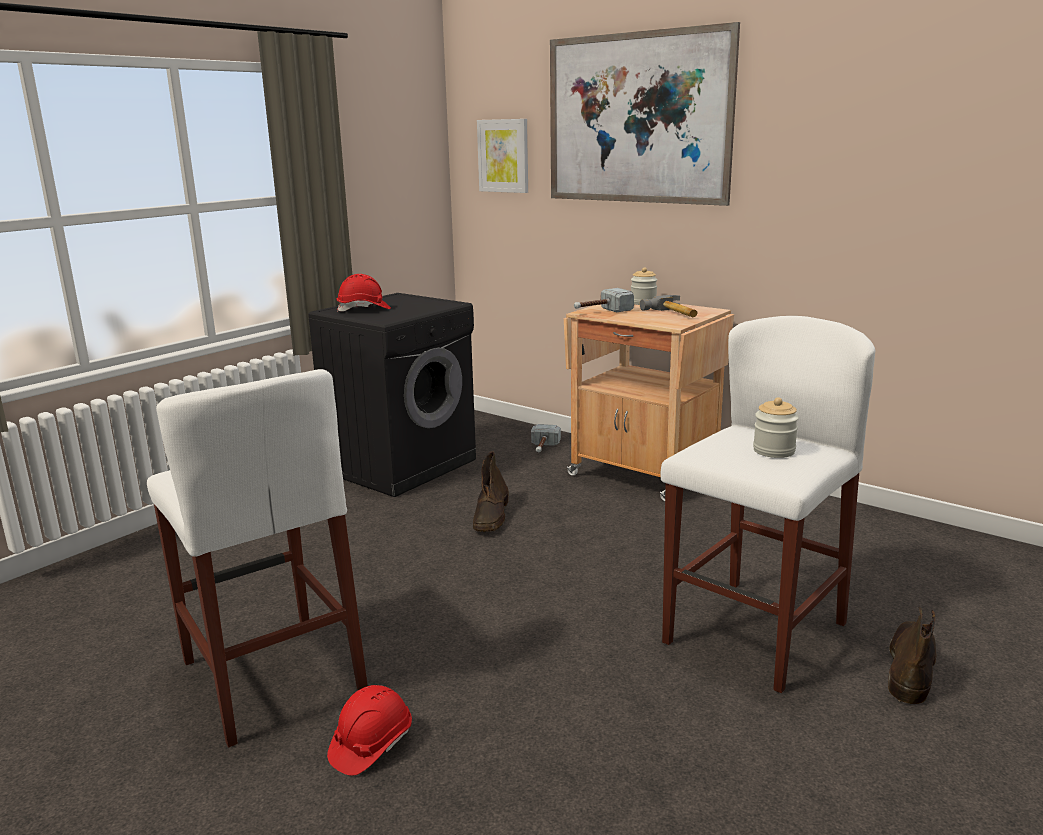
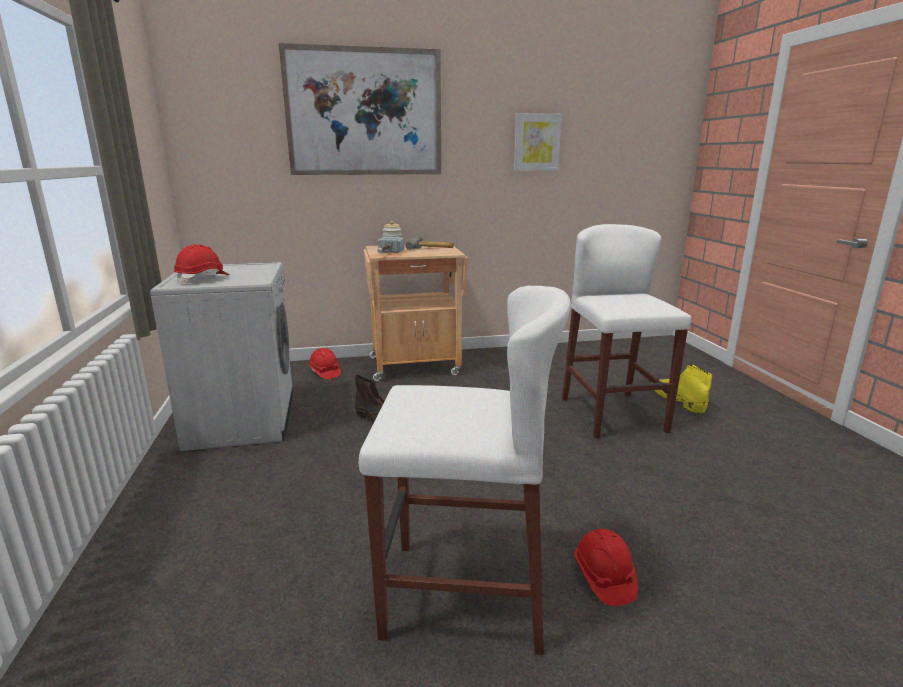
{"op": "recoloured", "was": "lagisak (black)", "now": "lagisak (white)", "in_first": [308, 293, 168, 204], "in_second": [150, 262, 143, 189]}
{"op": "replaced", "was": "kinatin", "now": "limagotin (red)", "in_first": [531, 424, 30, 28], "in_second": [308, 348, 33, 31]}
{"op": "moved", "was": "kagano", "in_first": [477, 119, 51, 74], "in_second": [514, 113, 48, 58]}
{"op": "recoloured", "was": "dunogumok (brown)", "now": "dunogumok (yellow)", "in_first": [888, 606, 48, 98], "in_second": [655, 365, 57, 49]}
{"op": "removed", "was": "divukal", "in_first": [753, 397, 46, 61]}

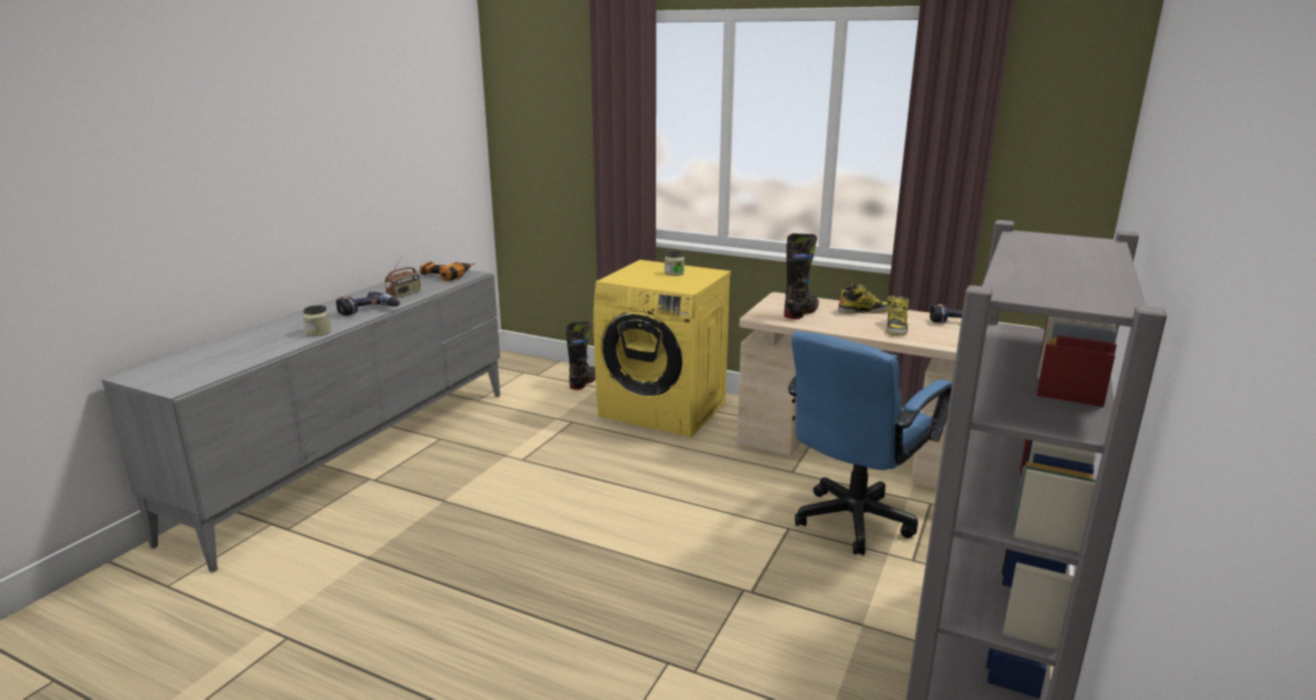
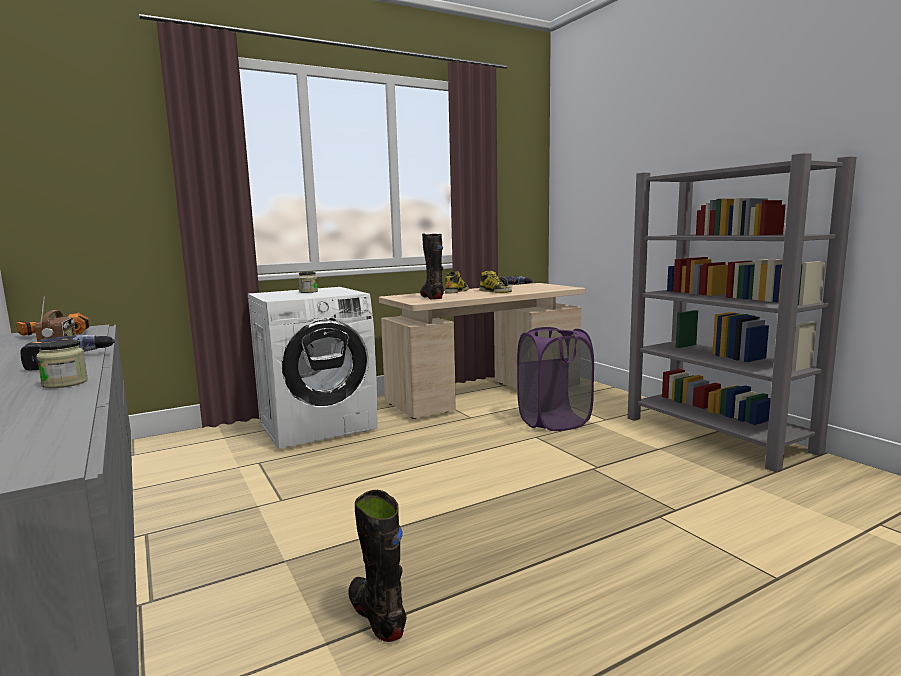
{"op": "recoloured", "was": "lagisak (yellow)", "now": "lagisak (white)", "in_first": [593, 260, 138, 177], "in_second": [248, 287, 130, 162]}
{"op": "moved", "was": "dunogumok (black)", "in_first": [566, 322, 30, 68], "in_second": [348, 490, 59, 152]}
{"op": "replaced", "was": "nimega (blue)", "now": "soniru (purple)", "in_first": [788, 331, 164, 224], "in_second": [517, 327, 77, 104]}

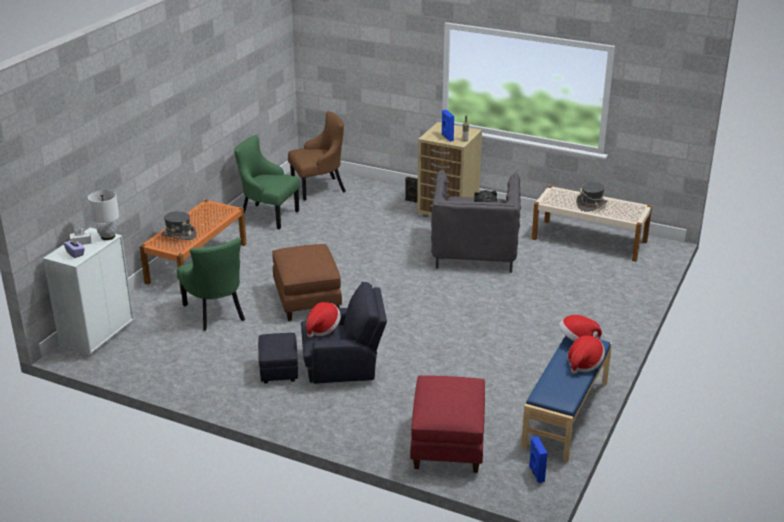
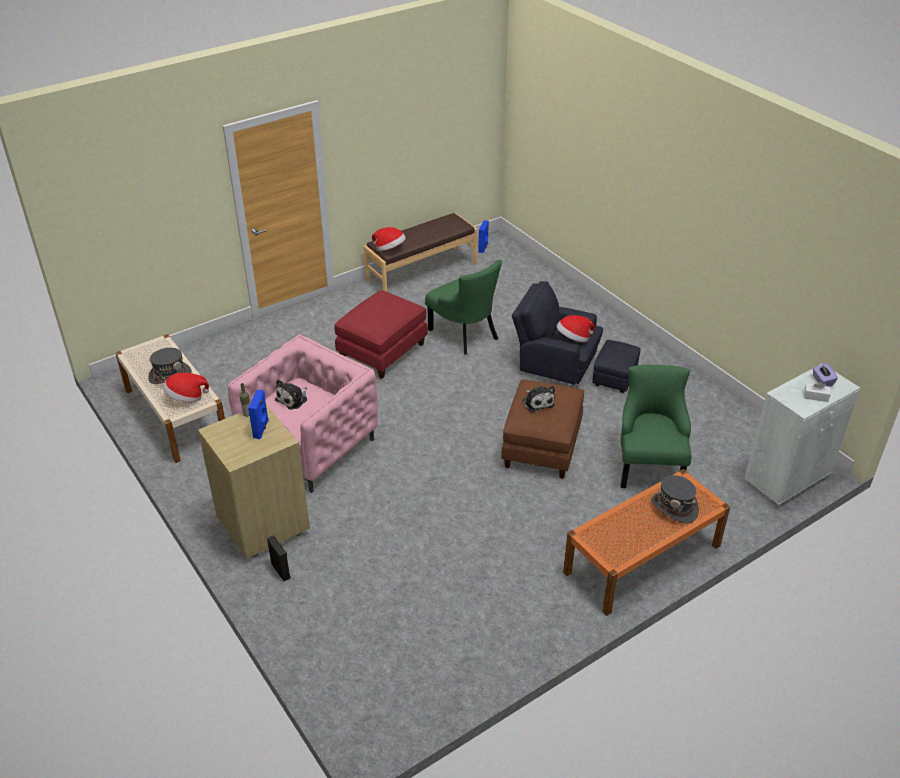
{"op": "moved", "was": "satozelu", "in_first": [568, 335, 37, 39], "in_second": [163, 373, 46, 30]}
{"op": "recoloured", "was": "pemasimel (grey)", "now": "pemasimel (pink)", "in_first": [431, 169, 90, 104], "in_second": [228, 335, 150, 158]}
{"op": "moved", "was": "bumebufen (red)", "in_first": [410, 375, 75, 98], "in_second": [334, 290, 94, 89]}
{"op": "recoloured", "was": "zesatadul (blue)", "now": "zesatadul (brown)", "in_first": [521, 336, 91, 126], "in_second": [363, 213, 115, 79]}
{"op": "moved", "was": "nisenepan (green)", "in_first": [234, 135, 67, 95], "in_second": [425, 260, 77, 95]}
{"op": "added", "now": "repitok", "in_second": [523, 386, 32, 27]}
{"op": "removed", "was": "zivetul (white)", "in_first": [88, 190, 31, 50]}
{"op": "removed", "was": "nisenepan (brown)", "in_first": [288, 111, 58, 90]}

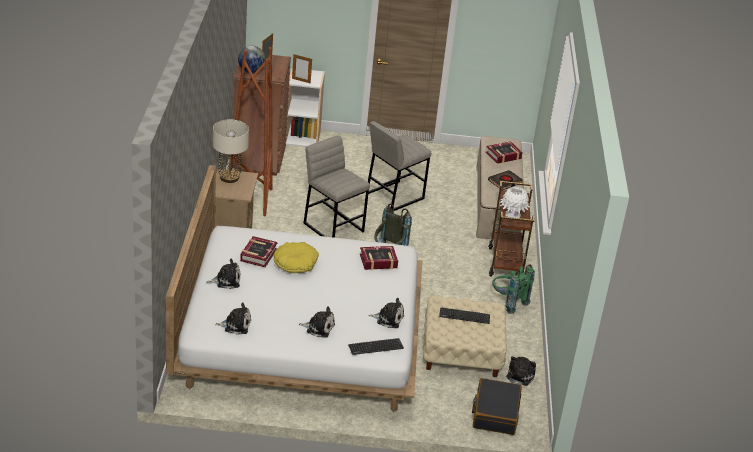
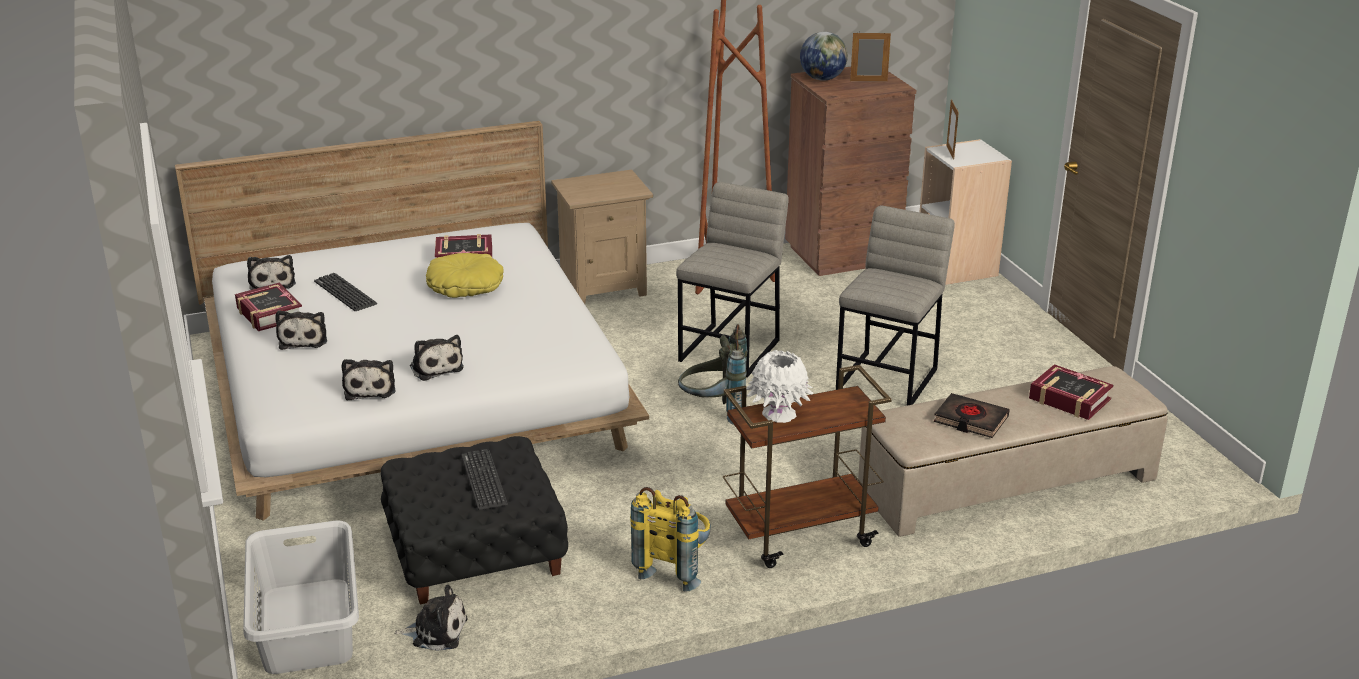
{"op": "moved", "was": "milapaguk", "in_first": [360, 246, 38, 24], "in_second": [235, 283, 67, 48]}
{"op": "replaced", "was": "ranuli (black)", "now": "soniru (grey)", "in_first": [472, 378, 50, 57], "in_second": [243, 521, 116, 153]}
{"op": "moved", "was": "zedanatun", "in_first": [348, 338, 56, 17], "in_second": [314, 273, 63, 38]}
{"op": "recoloured", "was": "bumebufen (beige)", "now": "bumebufen (black)", "in_first": [423, 295, 84, 82], "in_second": [381, 436, 187, 168]}
{"op": "moved", "was": "repitok", "in_first": [207, 258, 33, 31], "in_second": [410, 335, 54, 46]}
{"op": "recoloured", "was": "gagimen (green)", "now": "gagimen (yellow)", "in_first": [492, 264, 43, 50], "in_second": [630, 487, 81, 105]}
{"op": "turned", "was": "nisenepan (grey)", "in_first": [368, 121, 63, 90], "in_second": [836, 205, 119, 201], "clockwise": 90}
{"op": "removed", "was": "zivetul", "in_first": [213, 119, 36, 64]}

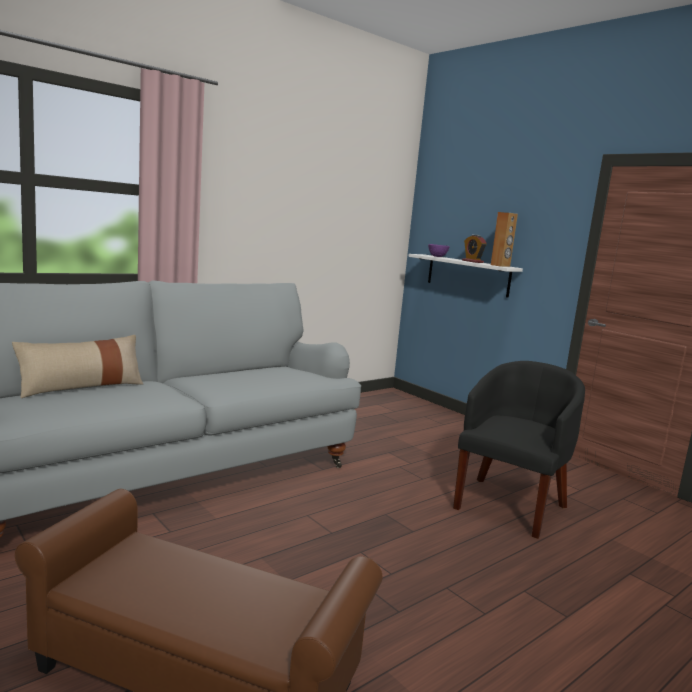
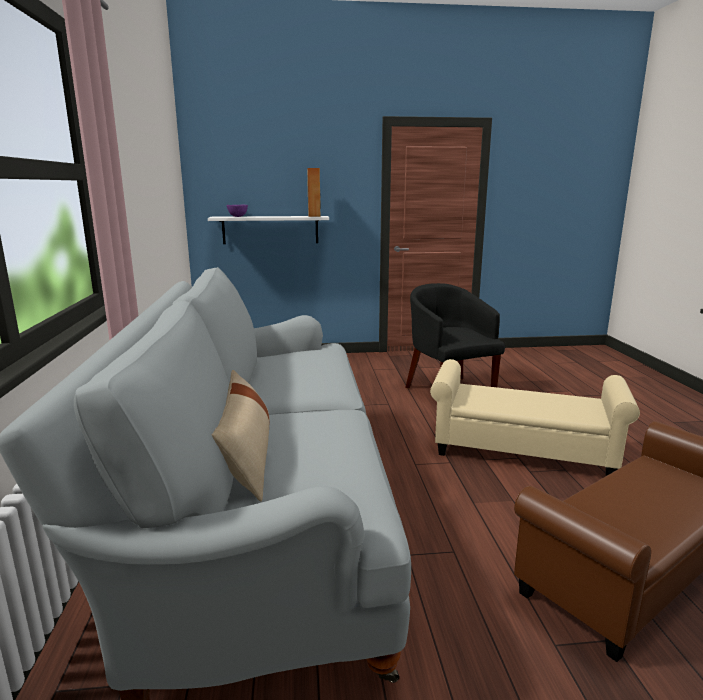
{"op": "added", "now": "bumebufen (beige)", "in_second": [430, 359, 210, 117]}
{"op": "removed", "was": "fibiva", "in_first": [462, 235, 25, 28]}

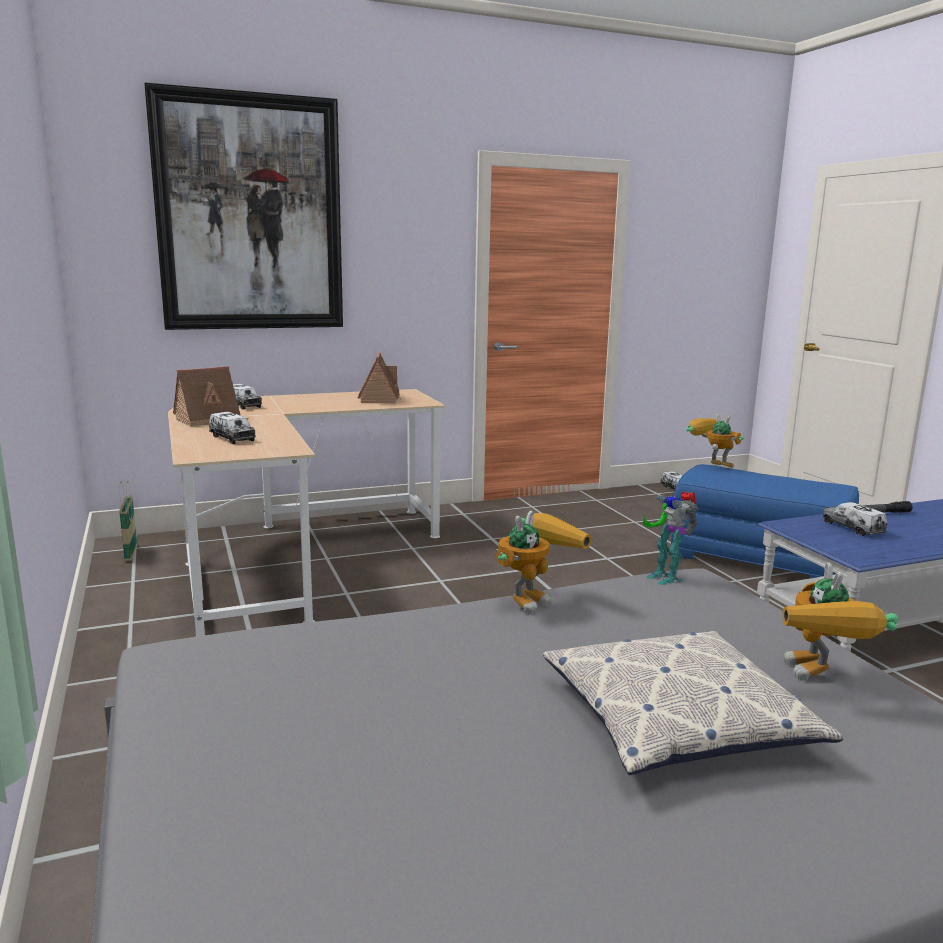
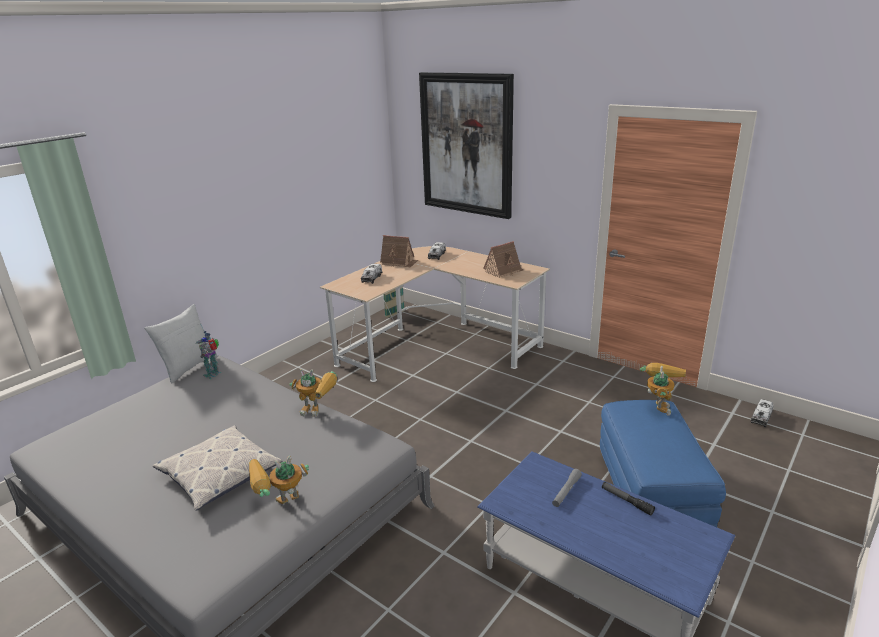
{"op": "added", "now": "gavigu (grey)", "in_second": [144, 304, 74, 80]}
{"op": "moved", "was": "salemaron", "in_first": [643, 492, 56, 93], "in_second": [196, 336, 26, 43]}
{"op": "replaced", "was": "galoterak", "now": "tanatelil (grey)", "in_first": [823, 502, 64, 34], "in_second": [552, 469, 30, 38]}

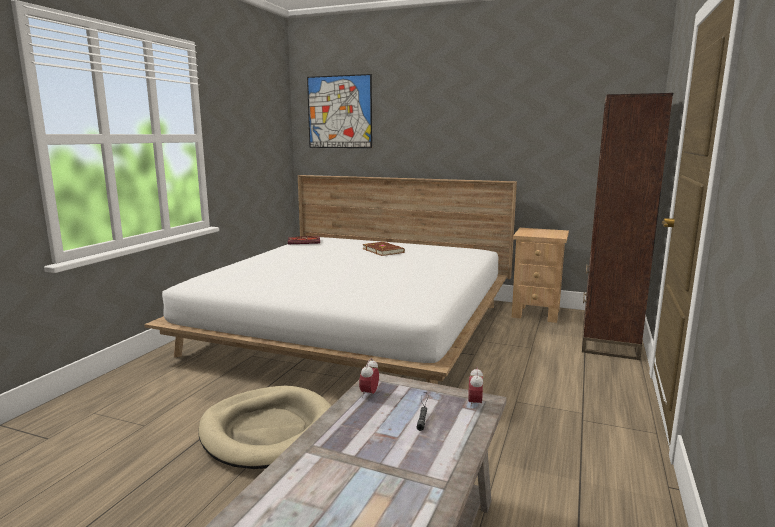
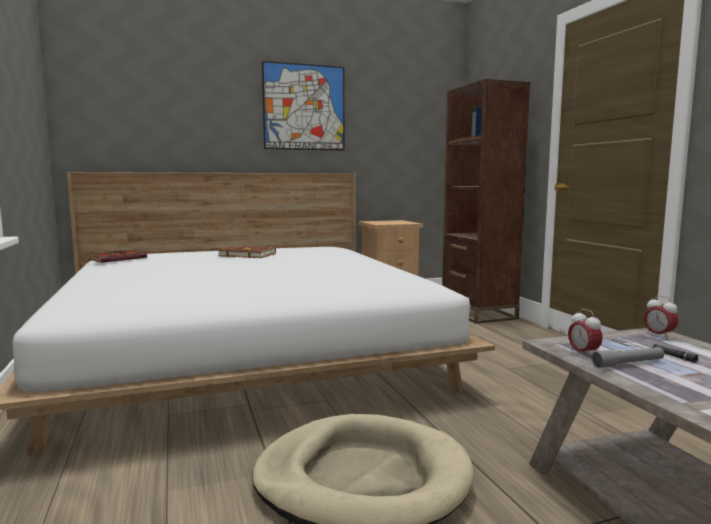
{"op": "moved", "was": "kagano", "in_first": [307, 74, 65, 74], "in_second": [262, 61, 82, 90]}
{"op": "added", "now": "tanatelil (grey)", "in_second": [591, 347, 73, 21]}

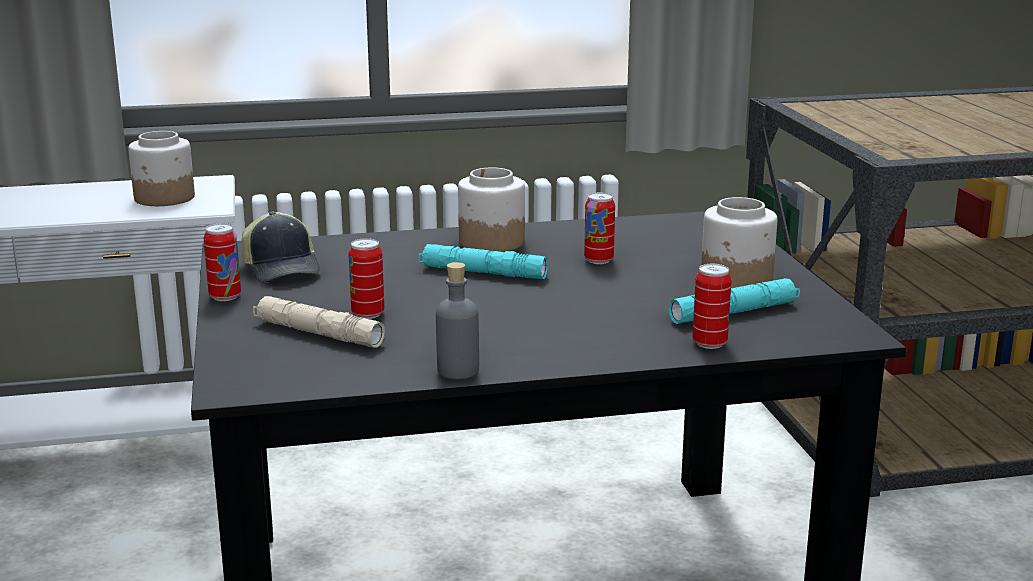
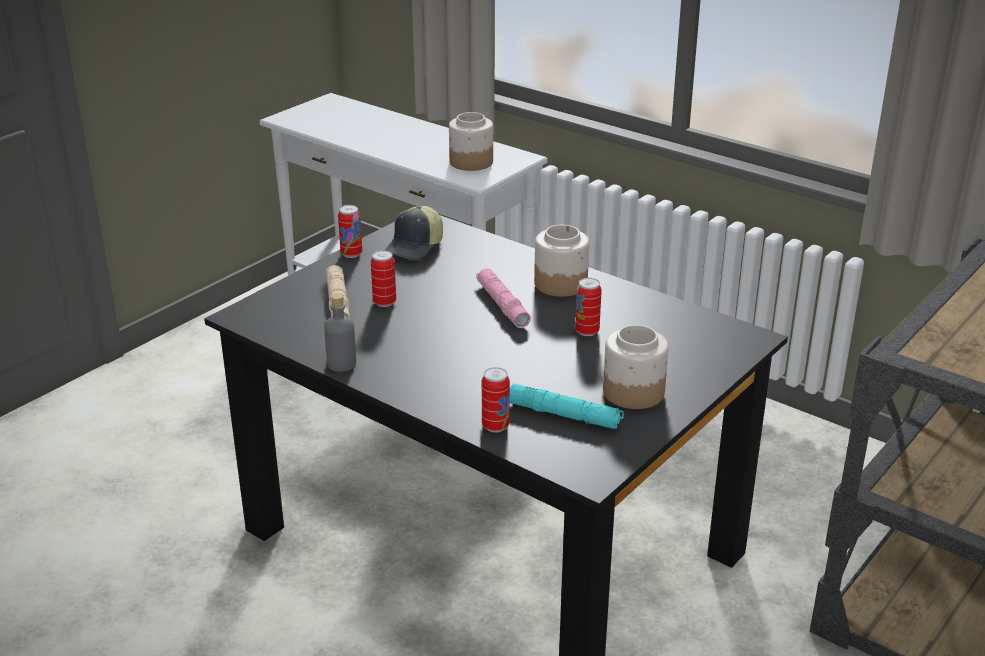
{"op": "recoloured", "was": "tanatelil (turquoise)", "now": "tanatelil (pink)", "in_first": [418, 244, 130, 35], "in_second": [476, 268, 55, 60]}

